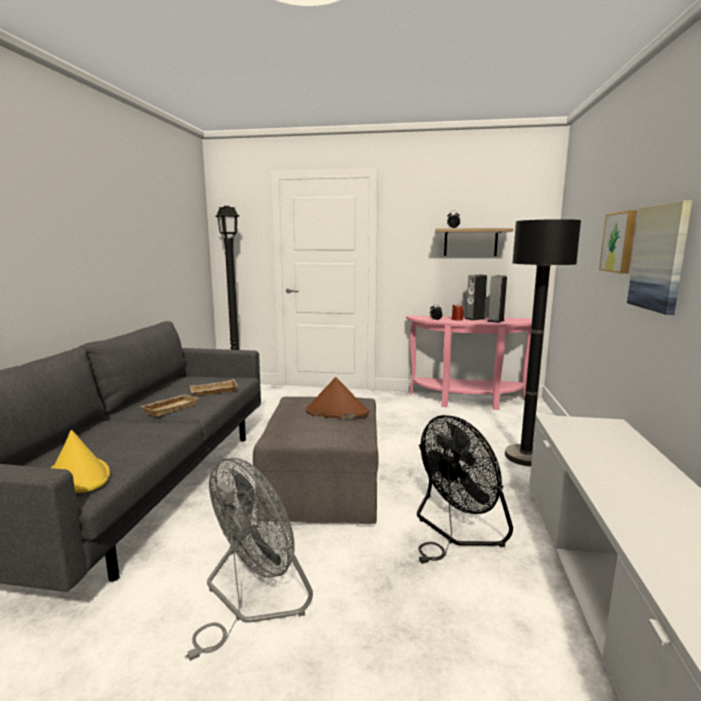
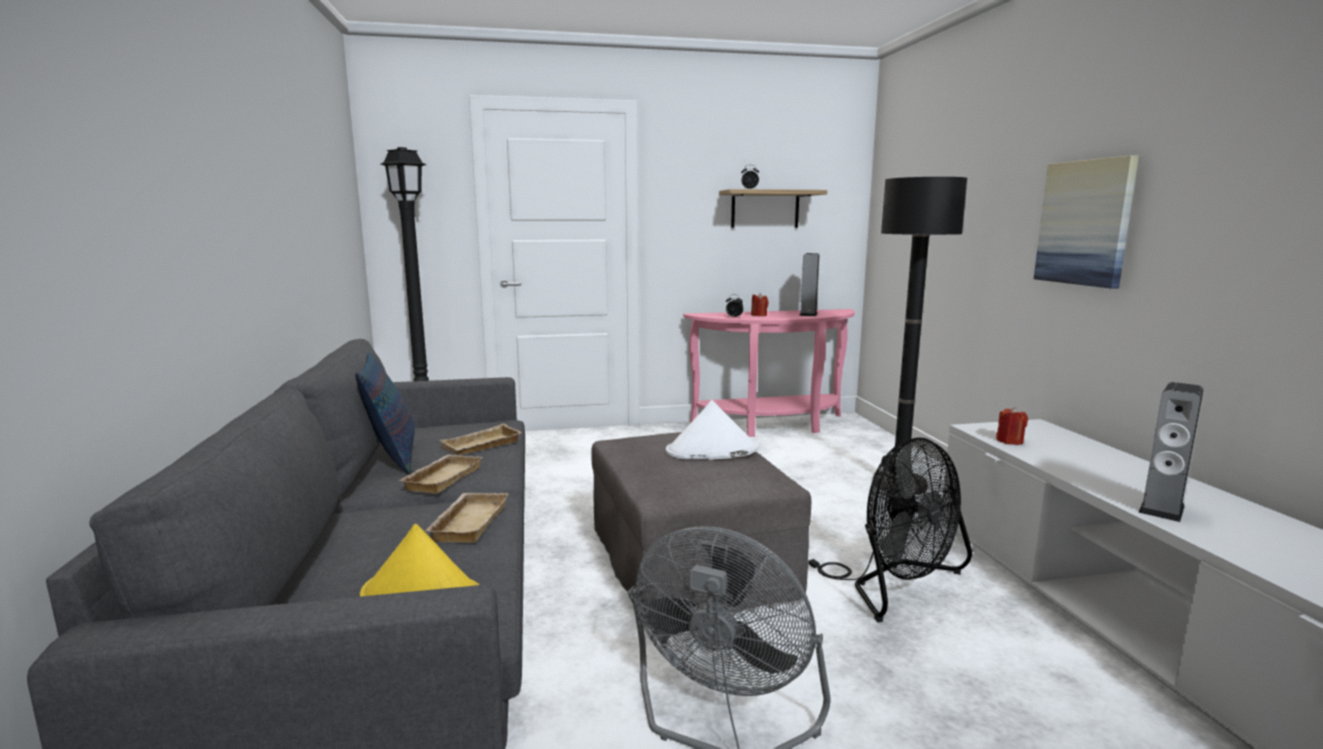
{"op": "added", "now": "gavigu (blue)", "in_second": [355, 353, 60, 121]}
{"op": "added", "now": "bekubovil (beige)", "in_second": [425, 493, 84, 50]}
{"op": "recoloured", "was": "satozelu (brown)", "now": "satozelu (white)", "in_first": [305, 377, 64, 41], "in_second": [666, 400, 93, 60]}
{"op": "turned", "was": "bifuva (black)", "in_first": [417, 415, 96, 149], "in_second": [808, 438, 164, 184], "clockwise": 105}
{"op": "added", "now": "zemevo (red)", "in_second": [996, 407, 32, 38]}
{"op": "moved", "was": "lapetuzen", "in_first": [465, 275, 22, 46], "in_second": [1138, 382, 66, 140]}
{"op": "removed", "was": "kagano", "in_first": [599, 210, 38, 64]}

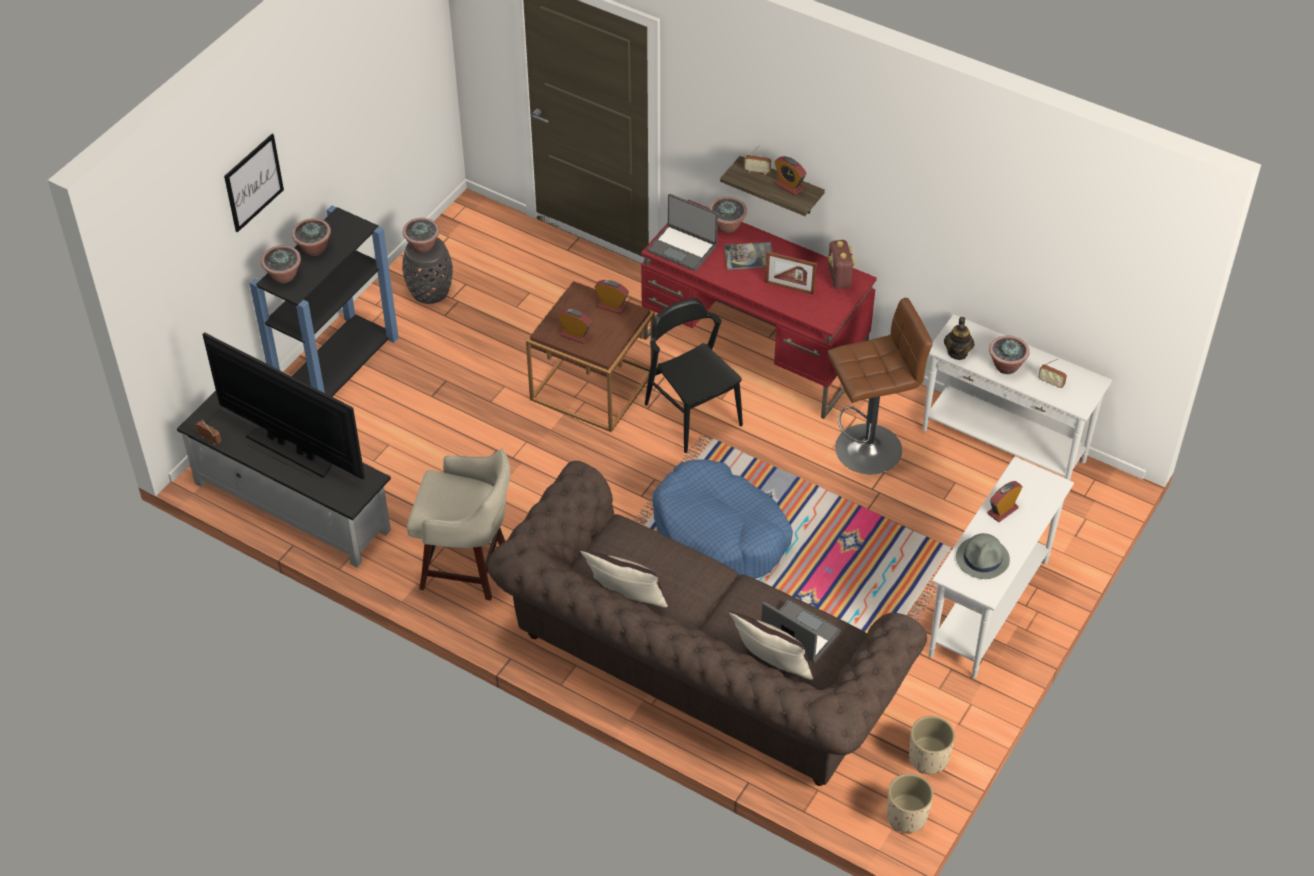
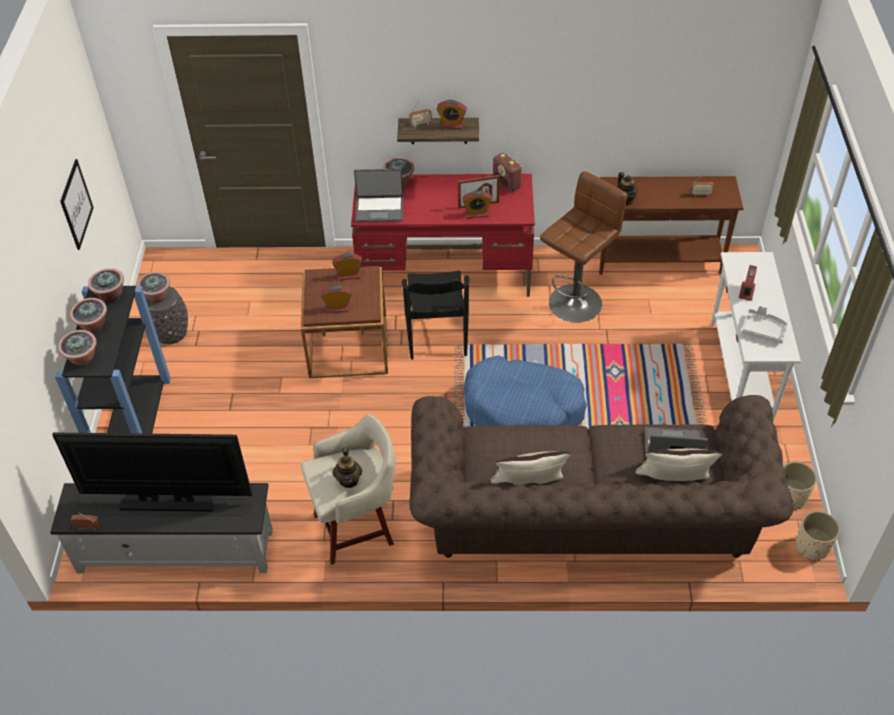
{"op": "moved", "was": "kagano", "in_first": [224, 134, 60, 98], "in_second": [60, 159, 34, 91]}
{"op": "moved", "was": "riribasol", "in_first": [989, 336, 41, 38], "in_second": [88, 268, 36, 35]}
{"op": "added", "now": "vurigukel", "in_second": [332, 447, 30, 41]}
{"op": "turned", "was": "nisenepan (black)", "in_first": [645, 298, 98, 155], "in_second": [402, 271, 68, 89], "clockwise": -120}
{"op": "added", "now": "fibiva", "in_second": [462, 191, 30, 27]}
{"op": "recoloured", "was": "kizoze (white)", "now": "kizoze (brown)", "in_first": [923, 314, 189, 166], "in_second": [599, 176, 144, 99]}
{"op": "replaced", "was": "satozelu (grey)", "now": "bekubovil (grey)", "in_first": [956, 533, 54, 46], "in_second": [742, 305, 46, 39]}
{"op": "removed", "was": "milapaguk", "in_first": [724, 242, 48, 28]}

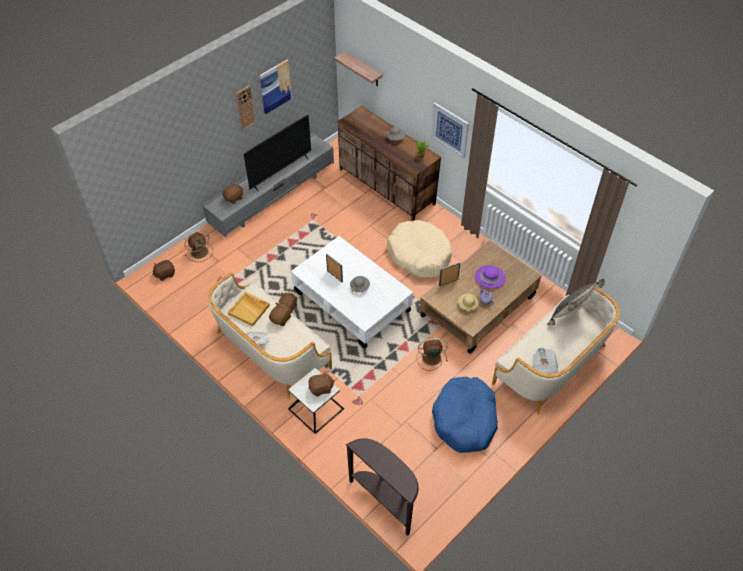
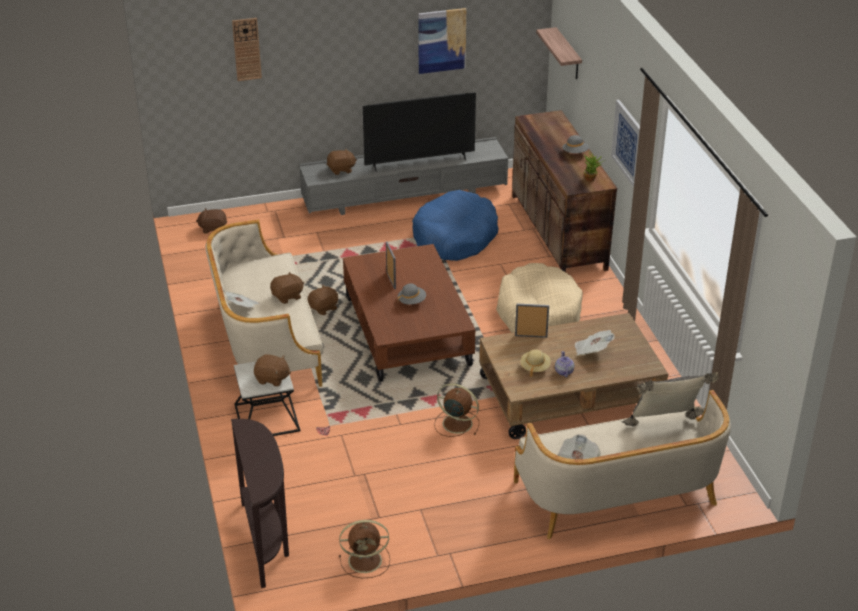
{"op": "moved", "was": "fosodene", "in_first": [236, 85, 20, 46], "in_second": [232, 18, 30, 63]}
{"op": "moved", "was": "bifuva (brown)", "in_first": [184, 230, 29, 32], "in_second": [339, 520, 51, 58]}
{"op": "recoloured", "was": "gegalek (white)", "now": "gegalek (brown)", "in_first": [291, 236, 122, 113], "in_second": [343, 244, 133, 138]}
{"op": "moved", "was": "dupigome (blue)", "in_first": [432, 377, 66, 76], "in_second": [412, 190, 87, 71]}
{"op": "replaced", "was": "satozelu (purple)", "now": "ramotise", "in_first": [475, 265, 31, 24], "in_second": [575, 330, 40, 25]}
{"op": "removed", "was": "bekubovil (beige)", "in_first": [228, 292, 42, 35]}

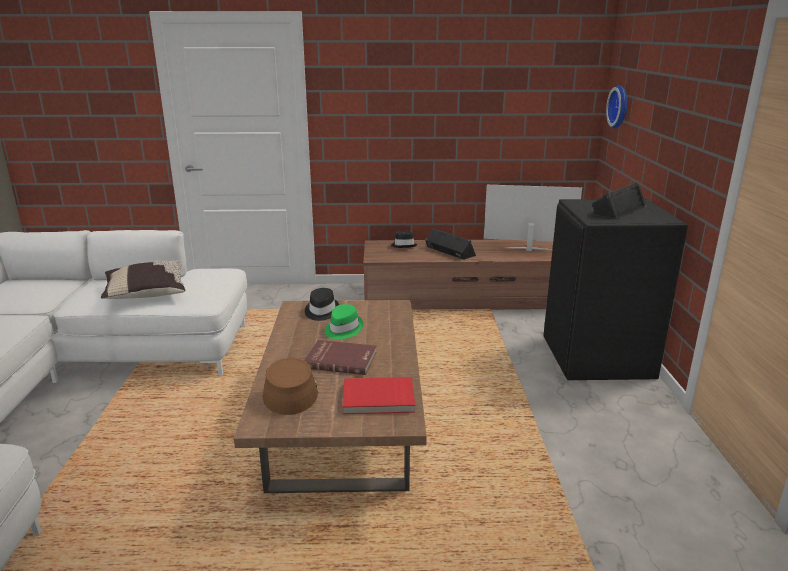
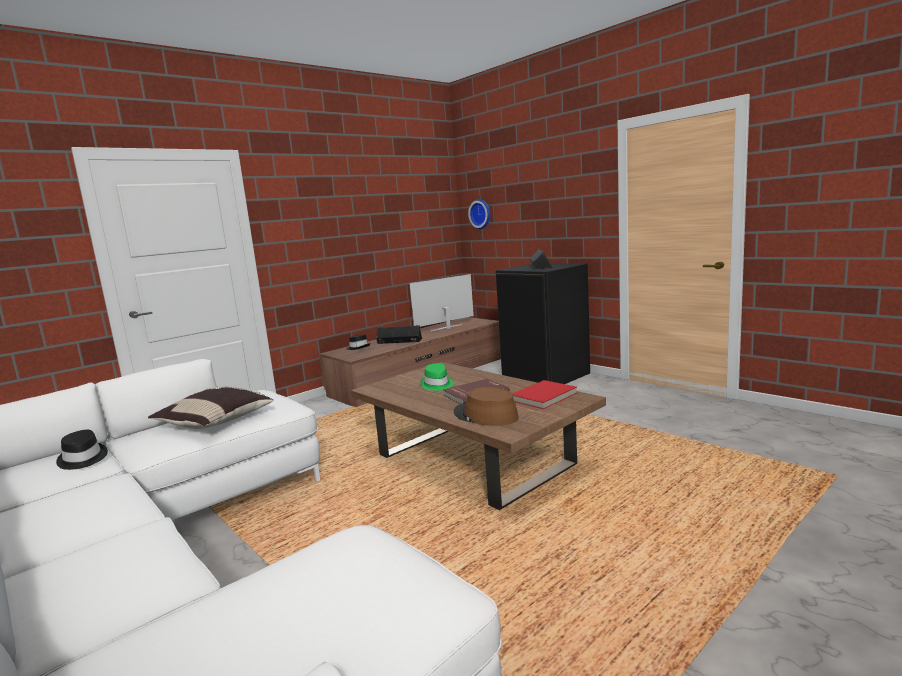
{"op": "moved", "was": "satozelu (black)", "in_first": [305, 288, 34, 33], "in_second": [56, 430, 52, 40]}

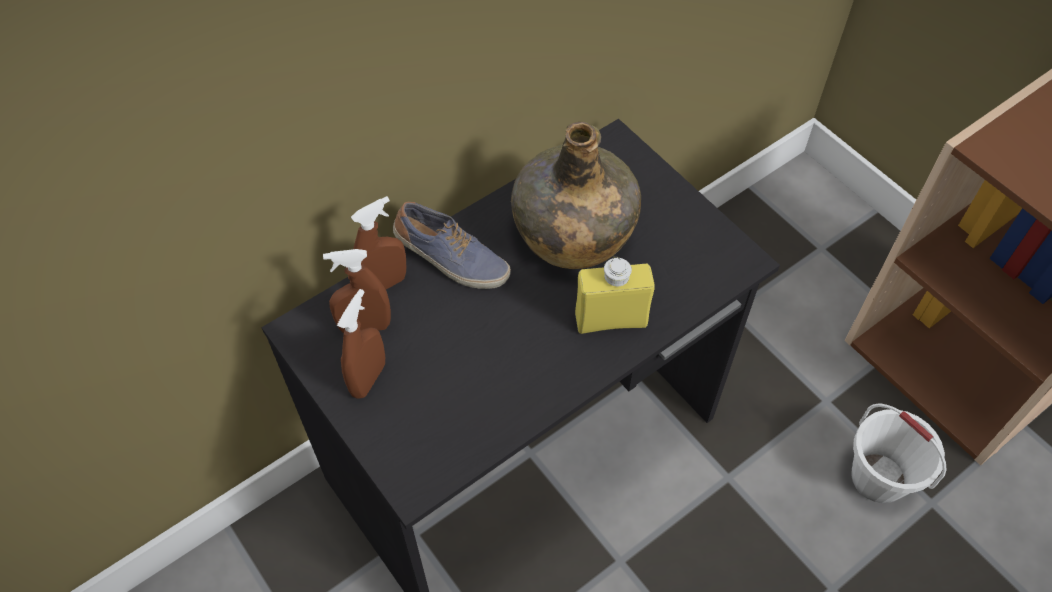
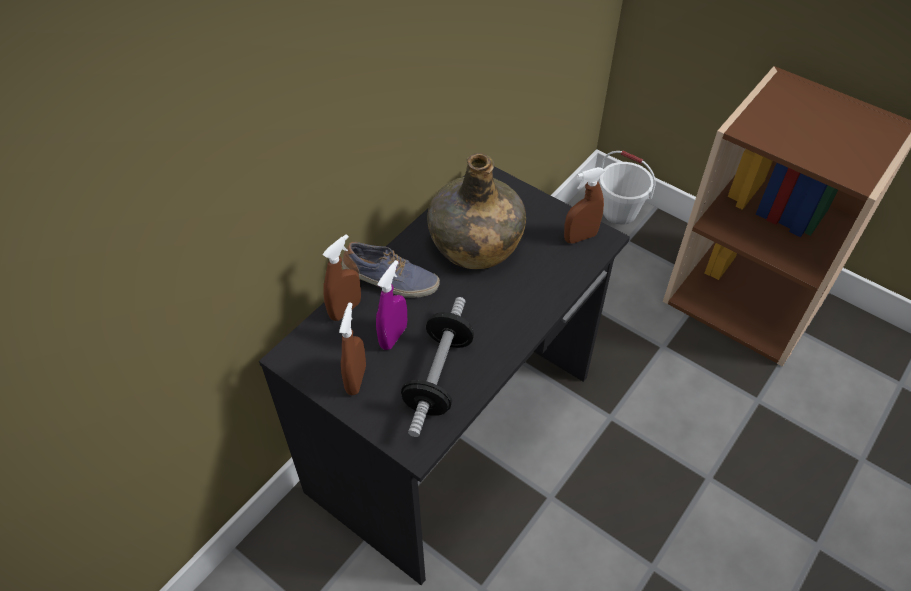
{"op": "added", "now": "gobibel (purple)", "in_second": [376, 260, 31, 90]}
{"op": "added", "now": "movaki", "in_second": [401, 297, 73, 140]}
{"op": "moved", "was": "gobibel (brown)", "in_first": [323, 249, 68, 84], "in_second": [564, 167, 41, 76]}
{"op": "moved", "was": "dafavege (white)", "in_first": [851, 403, 96, 100], "in_second": [599, 151, 57, 74]}
{"op": "removed", "was": "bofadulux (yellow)", "in_first": [575, 256, 79, 78]}

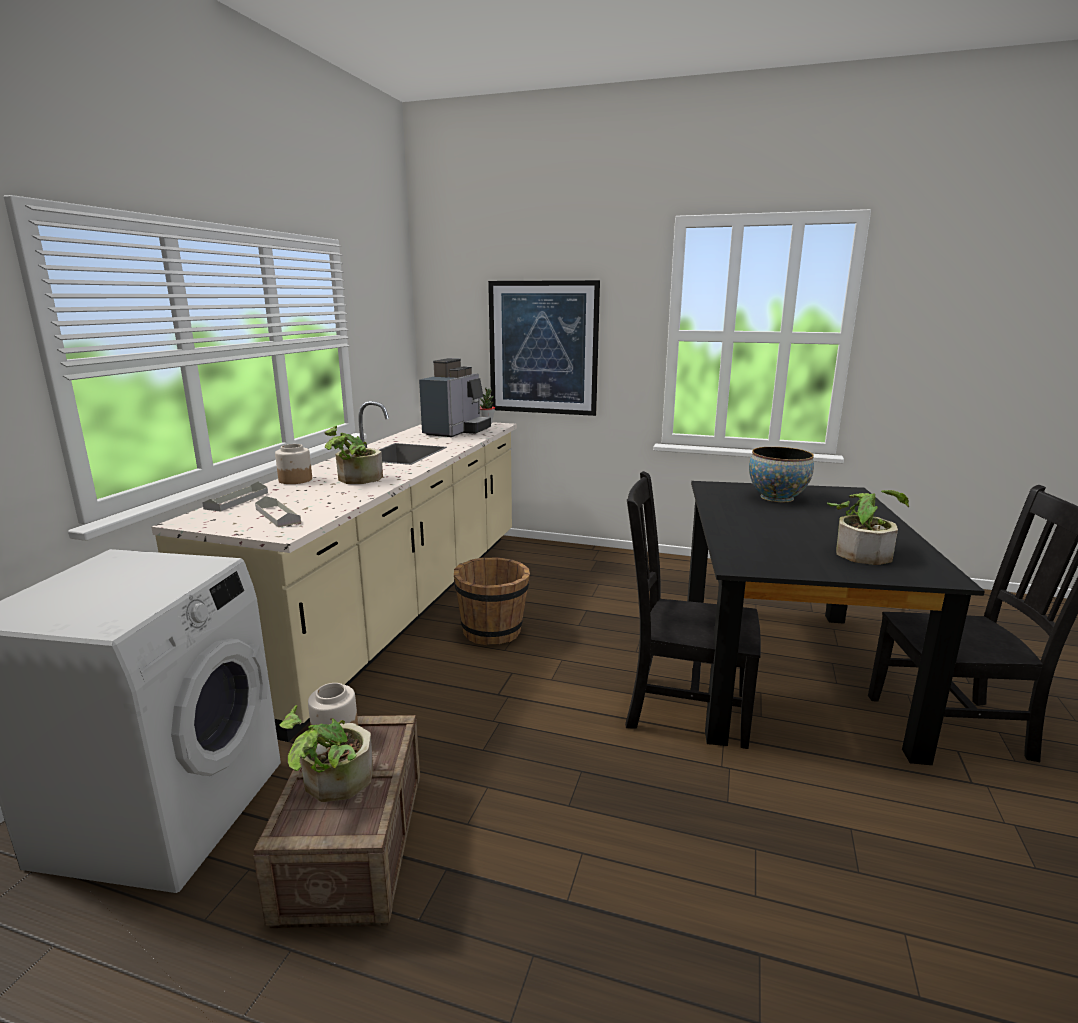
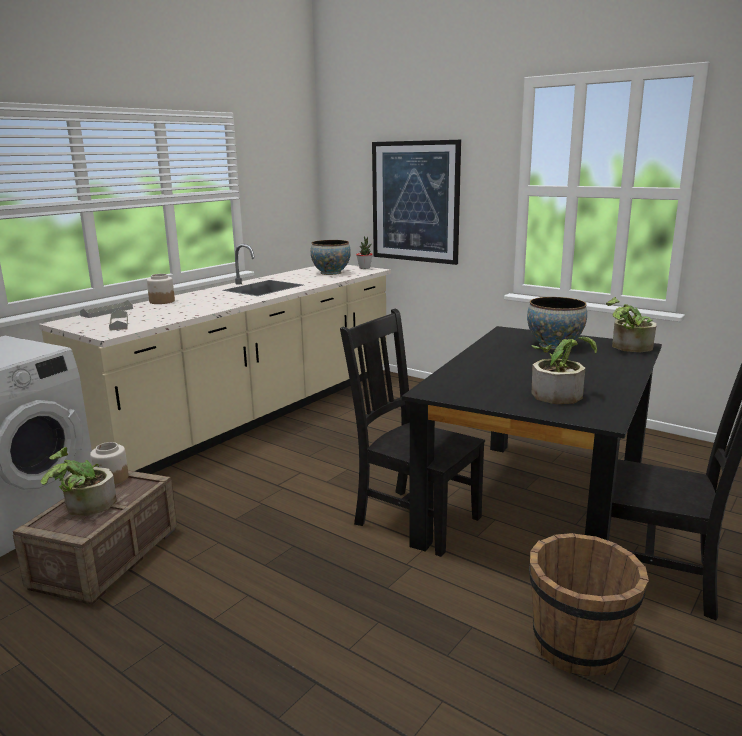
{"op": "replaced", "was": "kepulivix", "now": "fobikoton", "in_first": [419, 358, 72, 79], "in_second": [311, 240, 40, 35]}
{"op": "moved", "was": "dafavege (brown)", "in_first": [454, 557, 76, 88], "in_second": [529, 533, 120, 143]}
{"op": "moved", "was": "riribasol", "in_first": [324, 426, 59, 58], "in_second": [606, 297, 51, 55]}

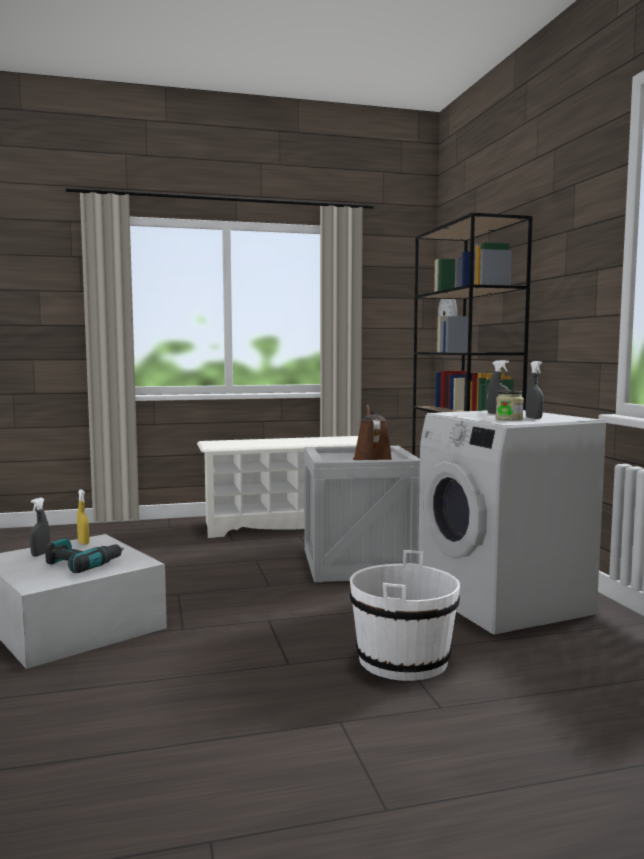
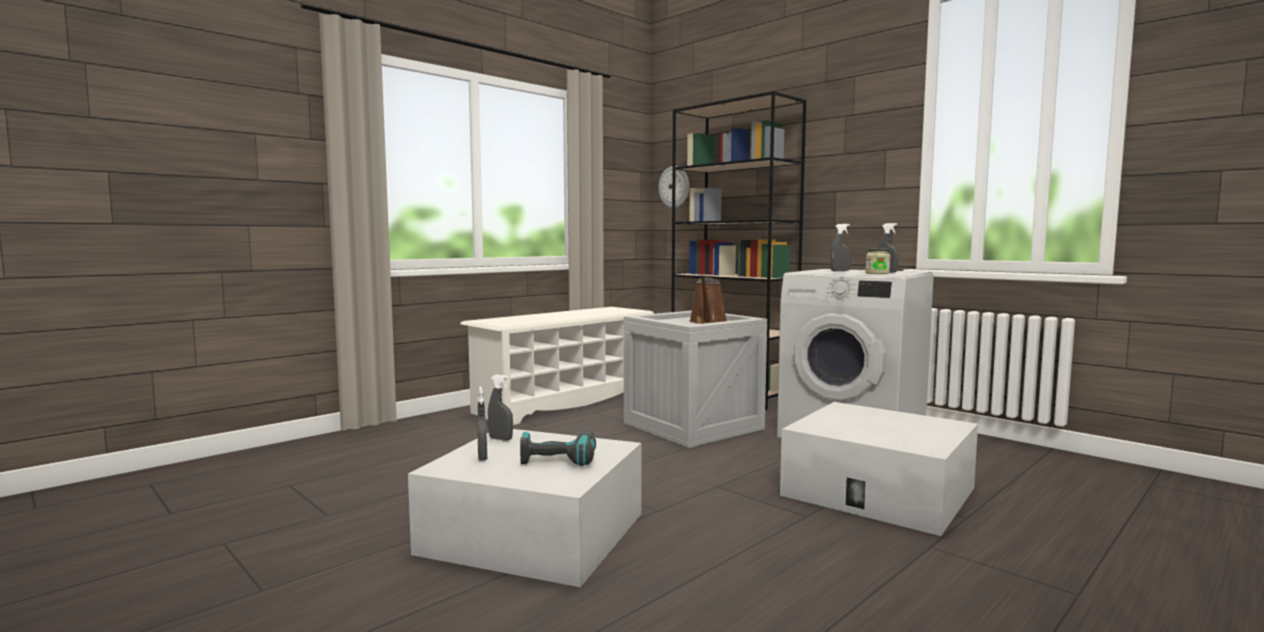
{"op": "recoloured", "was": "gobibel (yellow)", "now": "gobibel (grey)", "in_first": [77, 489, 12, 56], "in_second": [488, 374, 25, 67]}
{"op": "turned", "was": "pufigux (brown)", "in_first": [353, 405, 40, 55], "in_second": [689, 275, 38, 49], "clockwise": -135}
{"op": "replaced", "was": "dafavege (white)", "now": "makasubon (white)", "in_first": [350, 550, 110, 131], "in_second": [780, 402, 198, 134]}

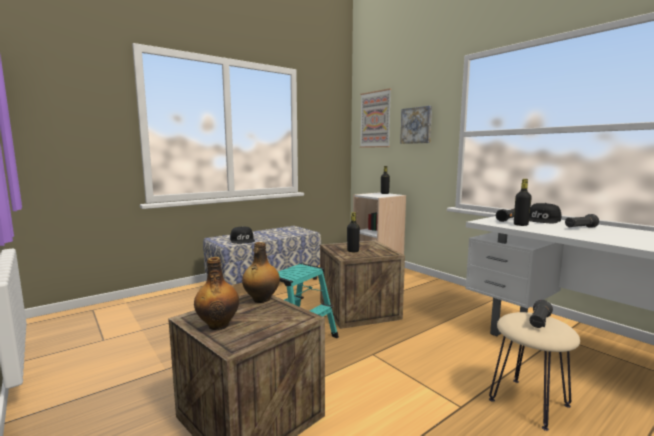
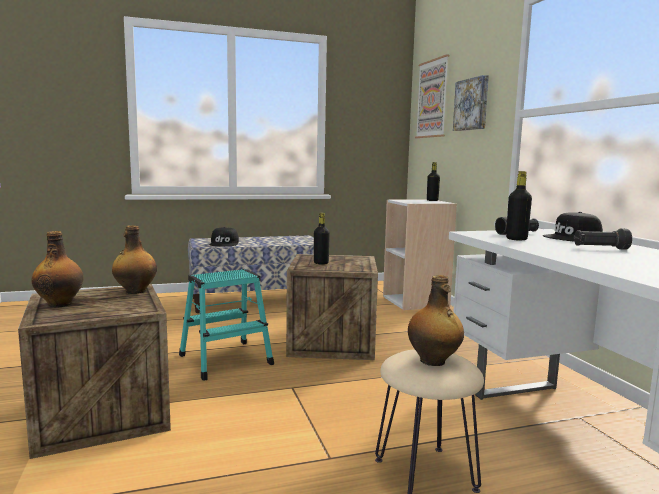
{"op": "replaced", "was": "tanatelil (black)", "now": "bofadulux", "in_first": [529, 300, 24, 28], "in_second": [408, 275, 56, 91]}

